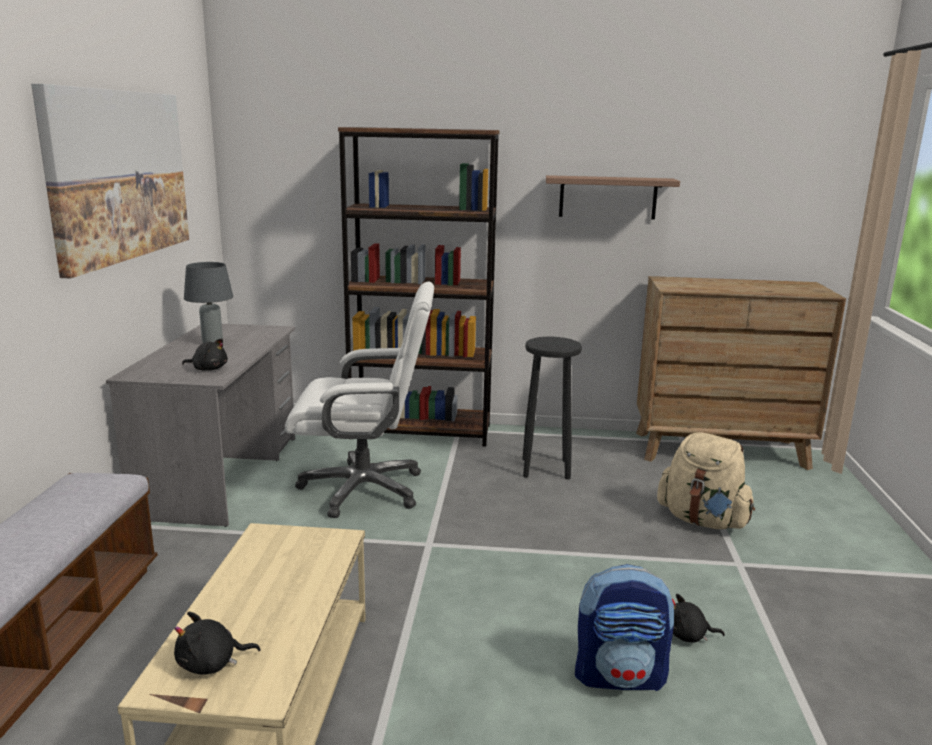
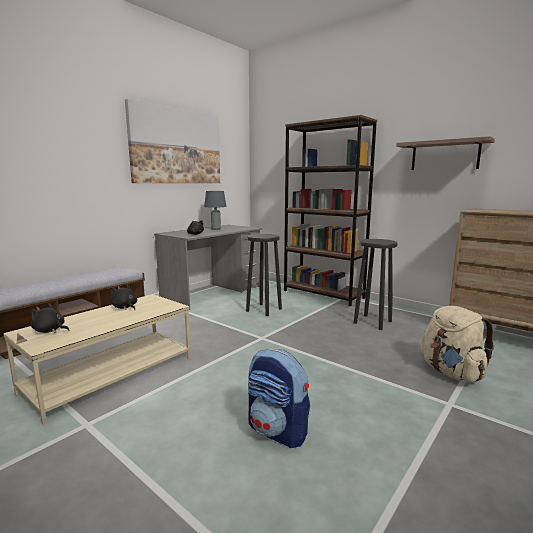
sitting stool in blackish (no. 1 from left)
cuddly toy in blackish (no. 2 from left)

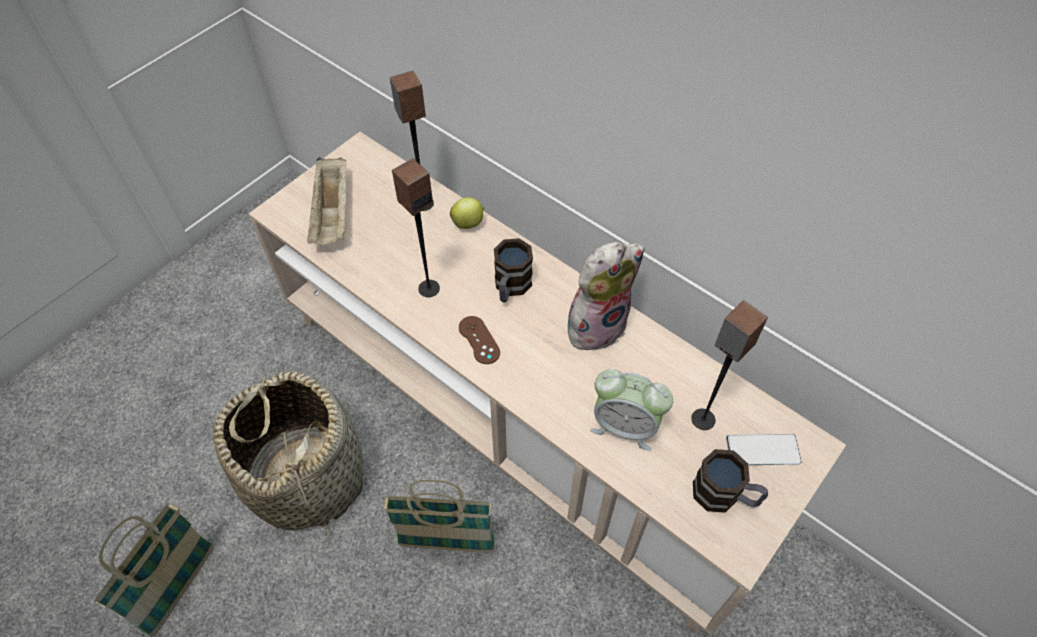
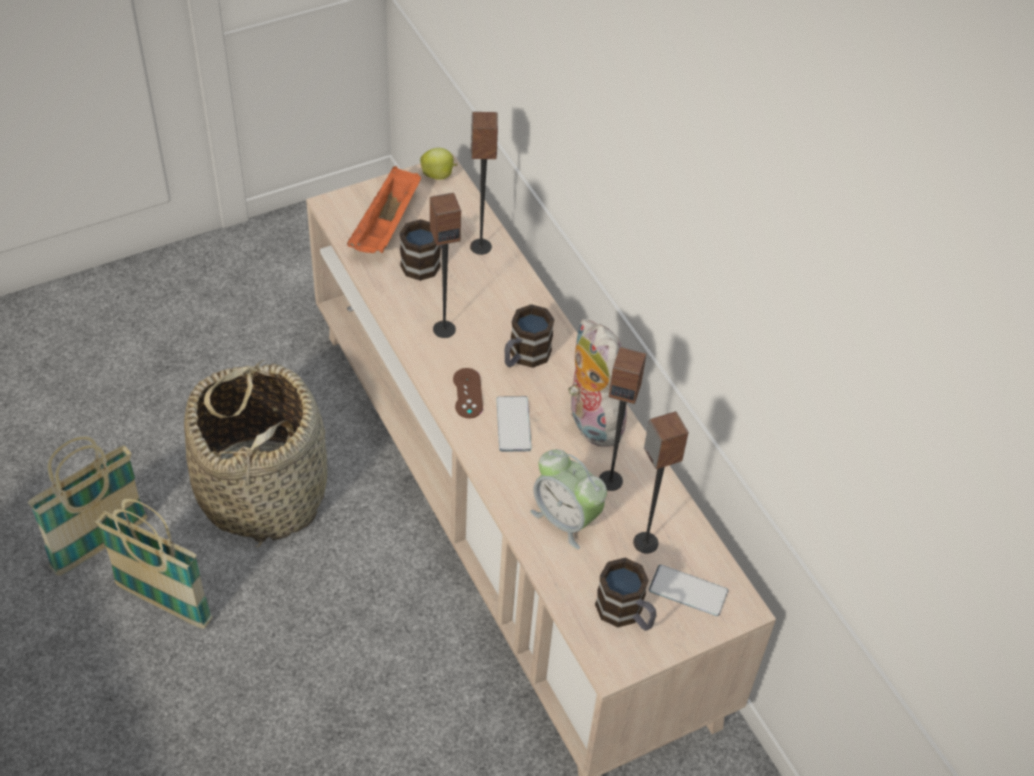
carrying tray in orange-coloured
apple fruit
cuddly toy
basket (no. 2 from left)
coffee mug (no. 1 from left)
audio speaker (no. 3 from left)
handset (no. 1 from left)

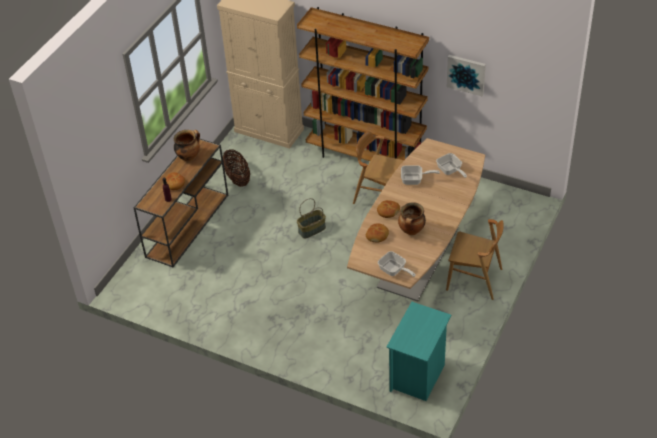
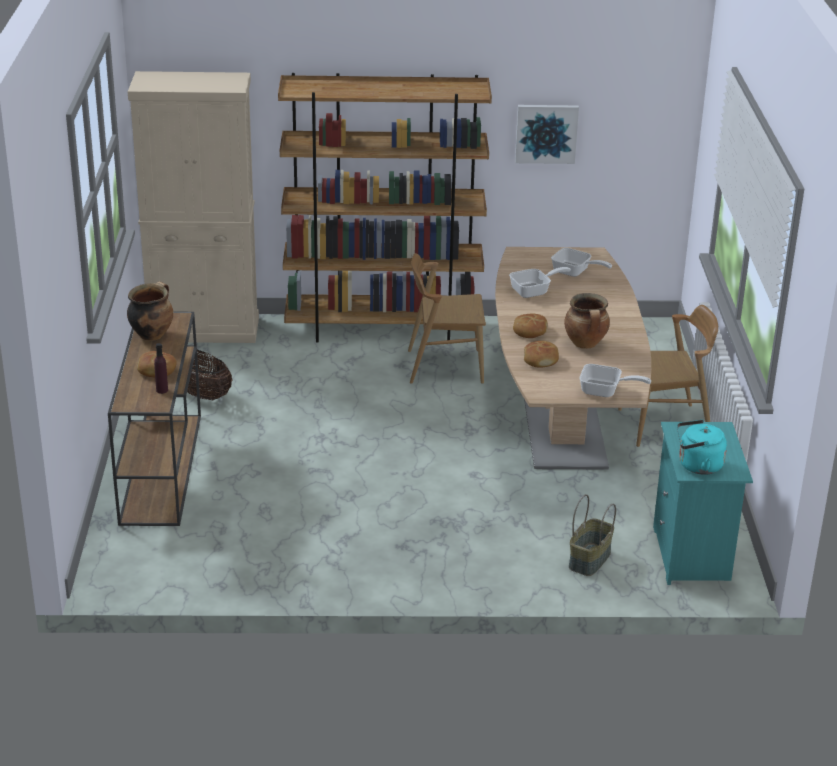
basket (no. 2 from left)
kettle in turquoise-coloured

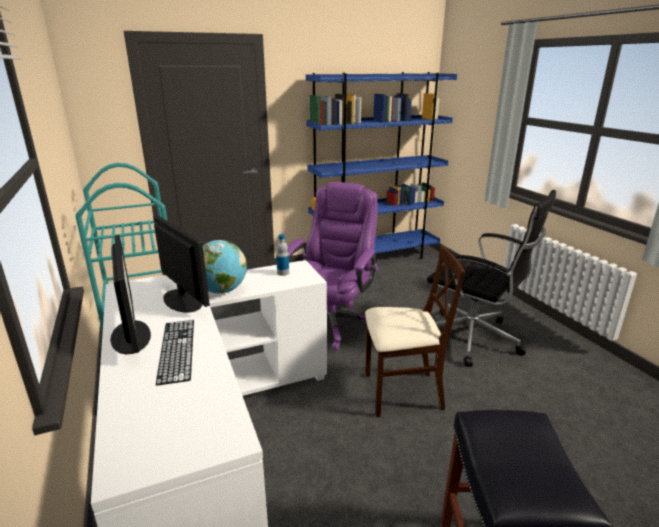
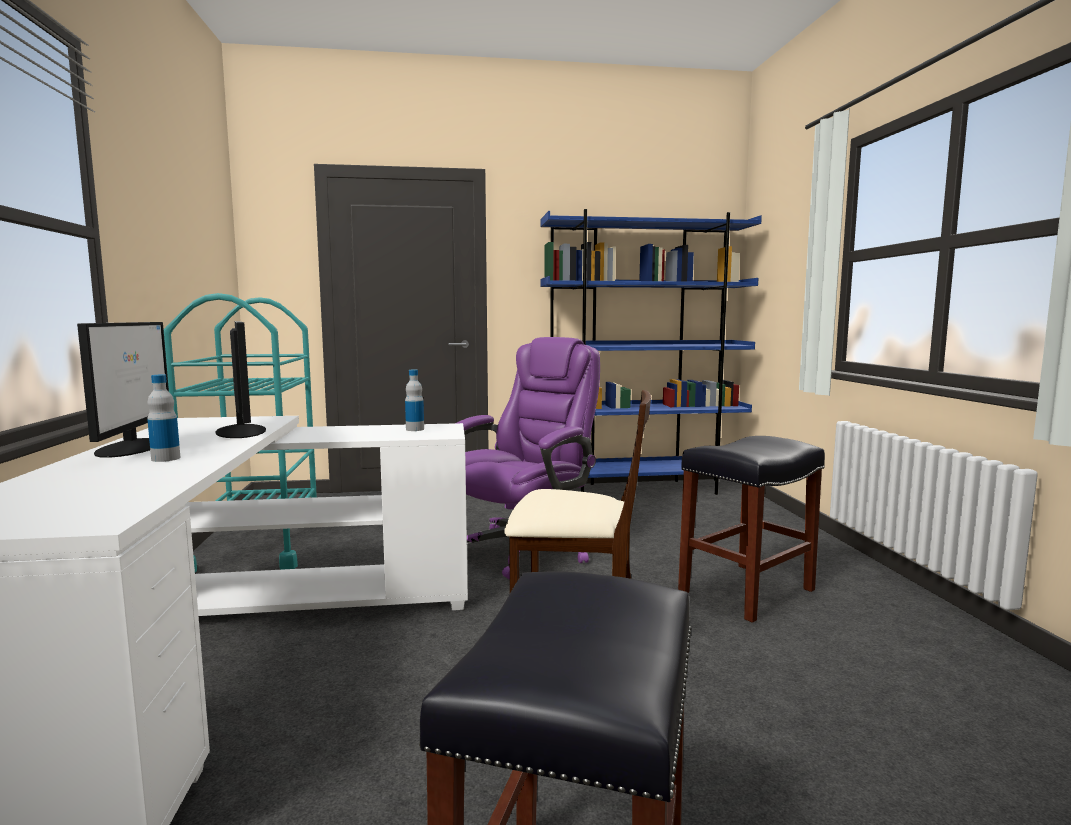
sitting stool in blackish (no. 2 from left)
world globe
beverage bottle (no. 1 from left)

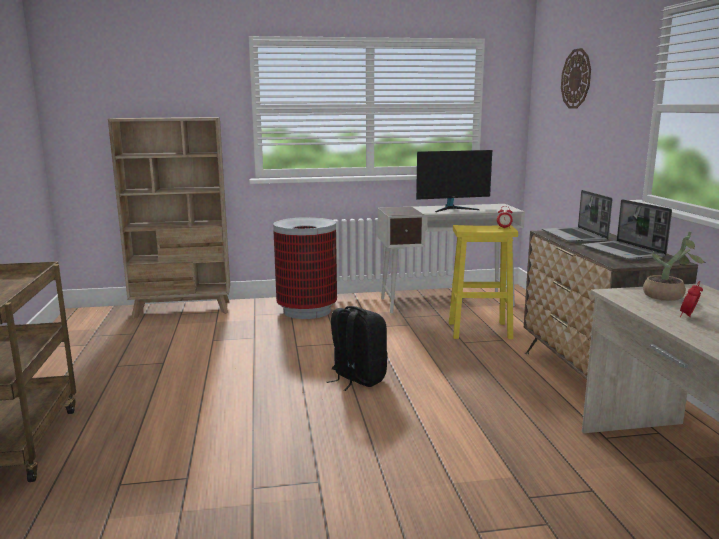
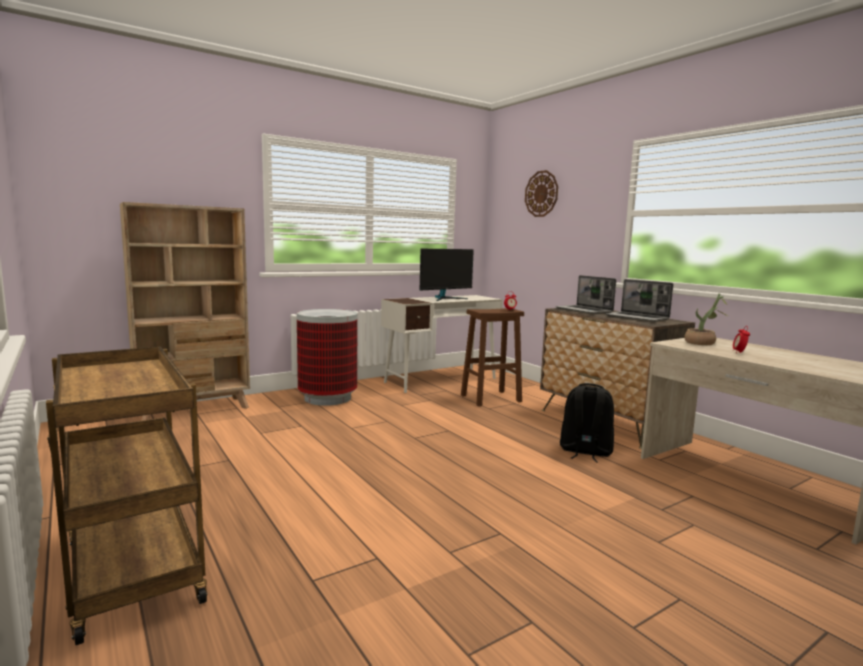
sitting stool in brownish
knapsack in blackish

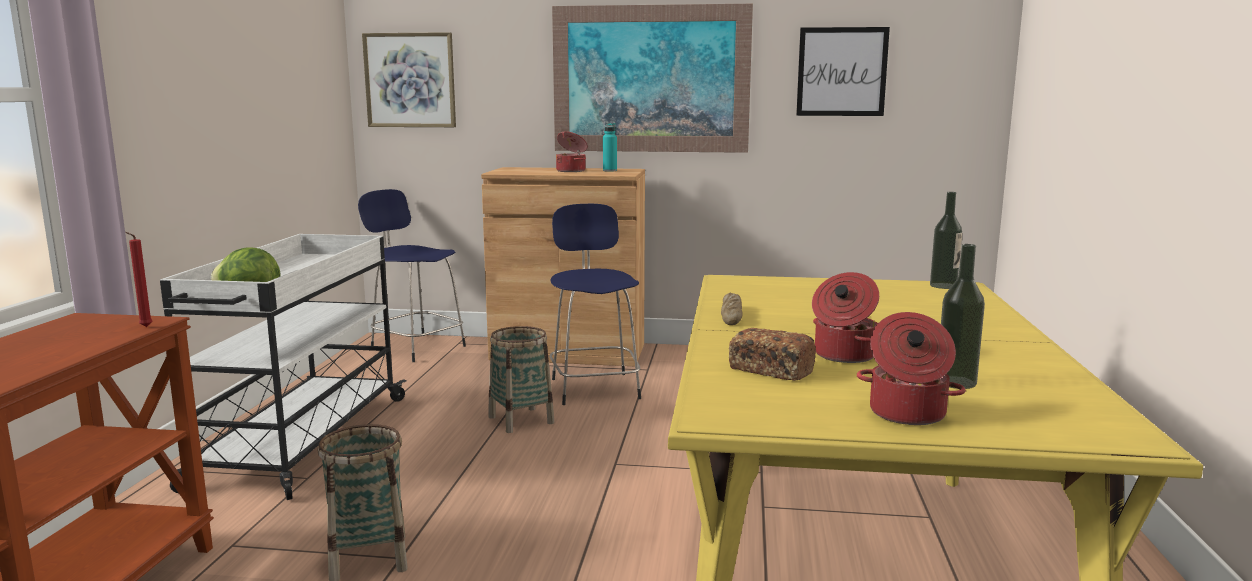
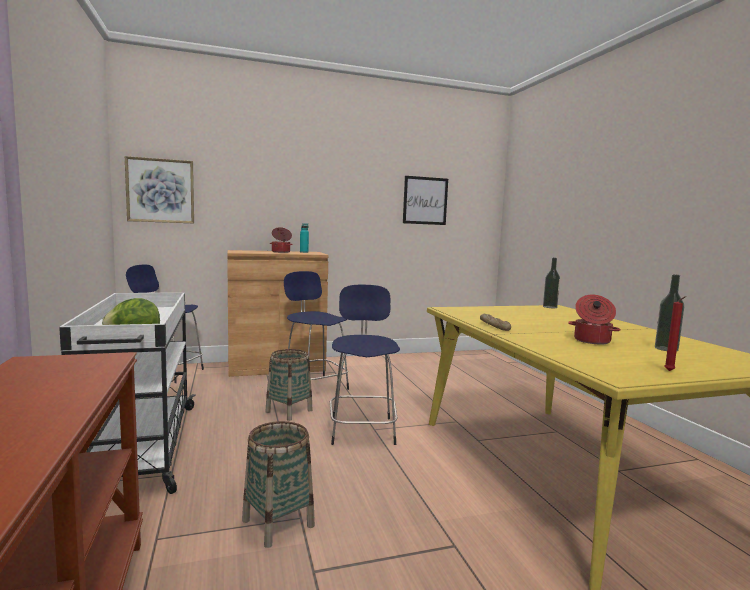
wall picture (no. 2 from left in the first image)
candle in red-coloured
cooking pot (no. 3 from left in the first image)
bread (no. 2 from left in the first image)
sitting stool in blue (no. 3 from left)

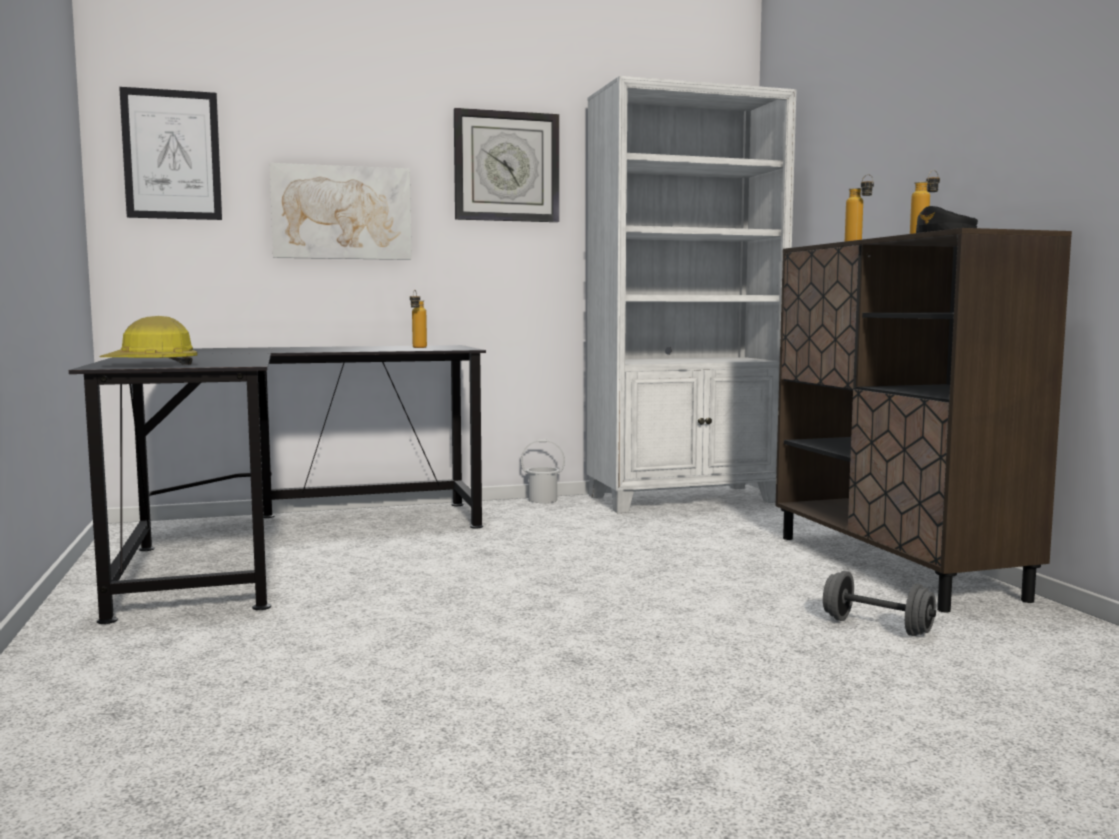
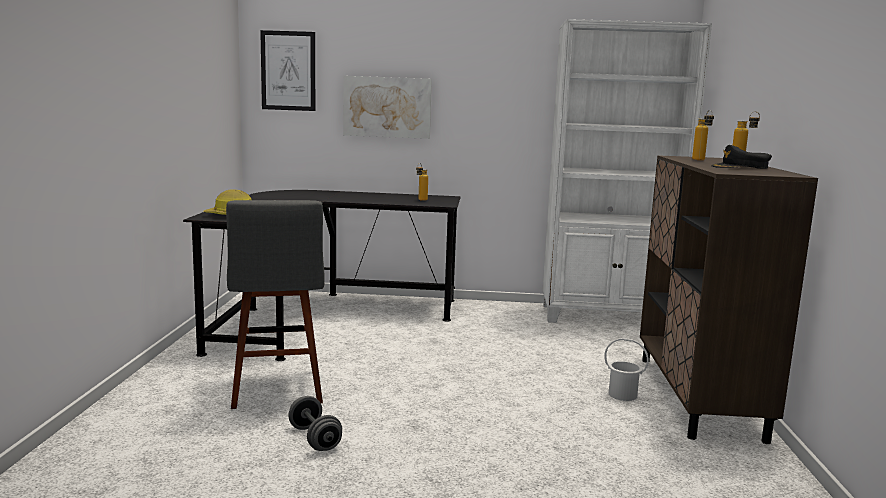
clock on the wall
water bucket in white-coloured
hand weight in grey
sitting stool in grey

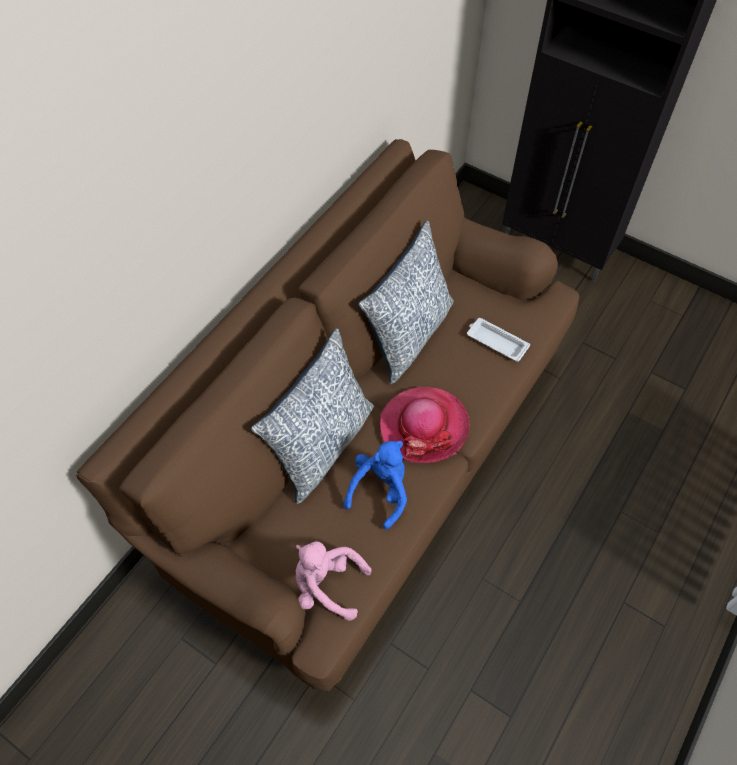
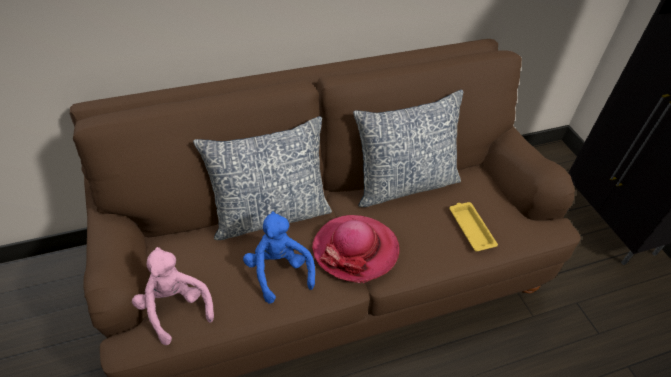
carrying tray in yellow
cuddly toy in blue

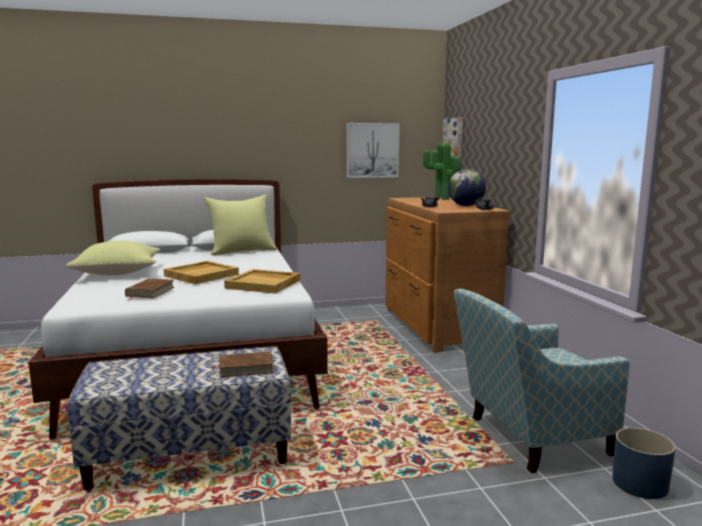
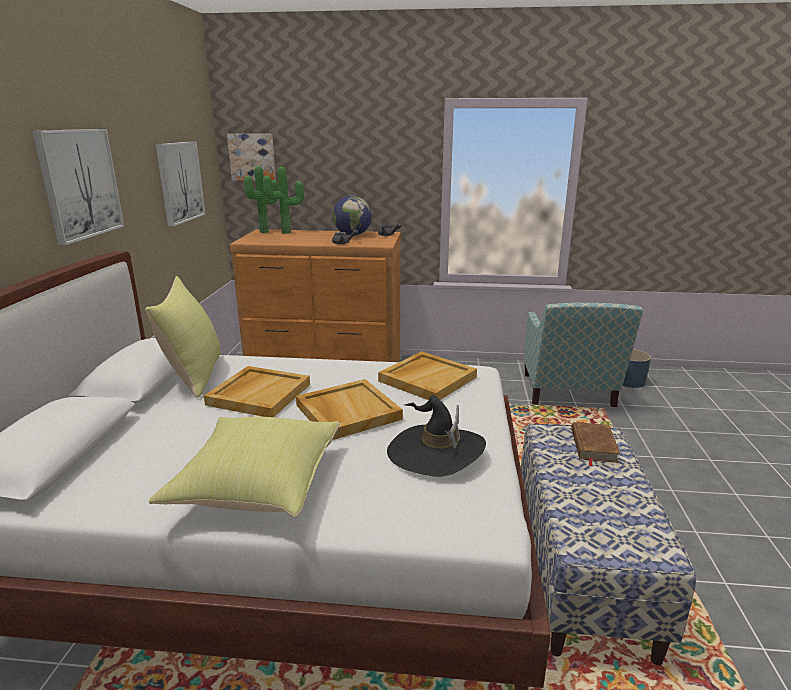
wearable hat in blackish
wall picture (no. 1 from left)
carrying tray in beige-coloured (no. 1 from left)

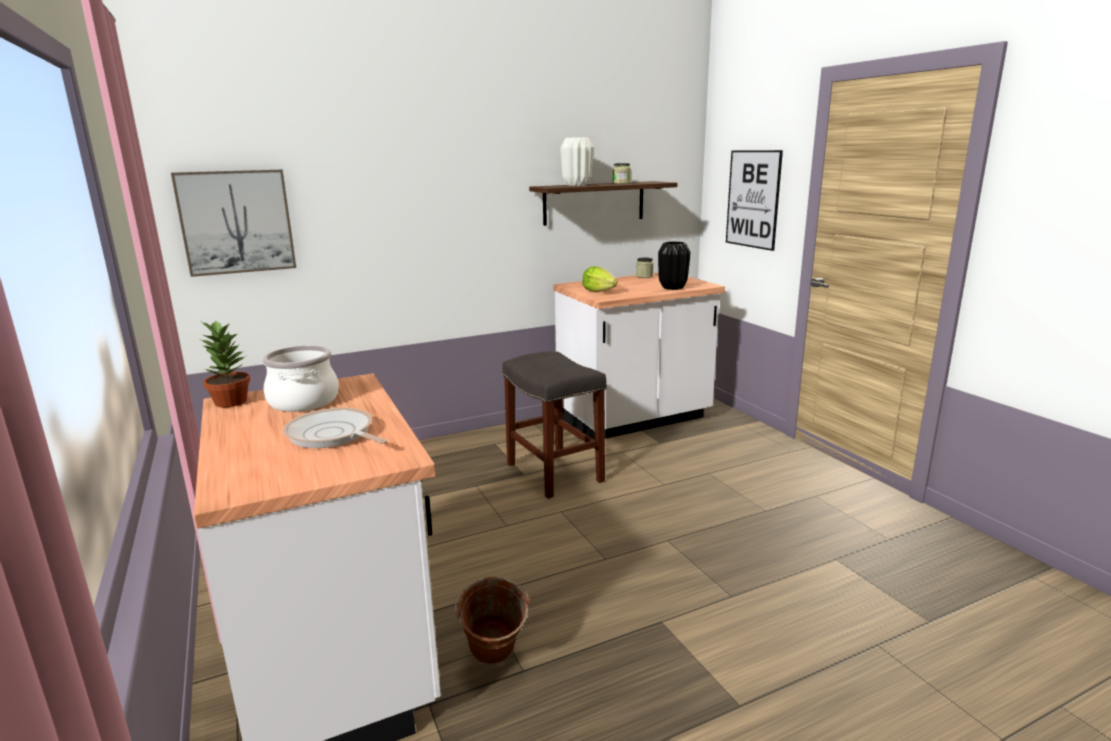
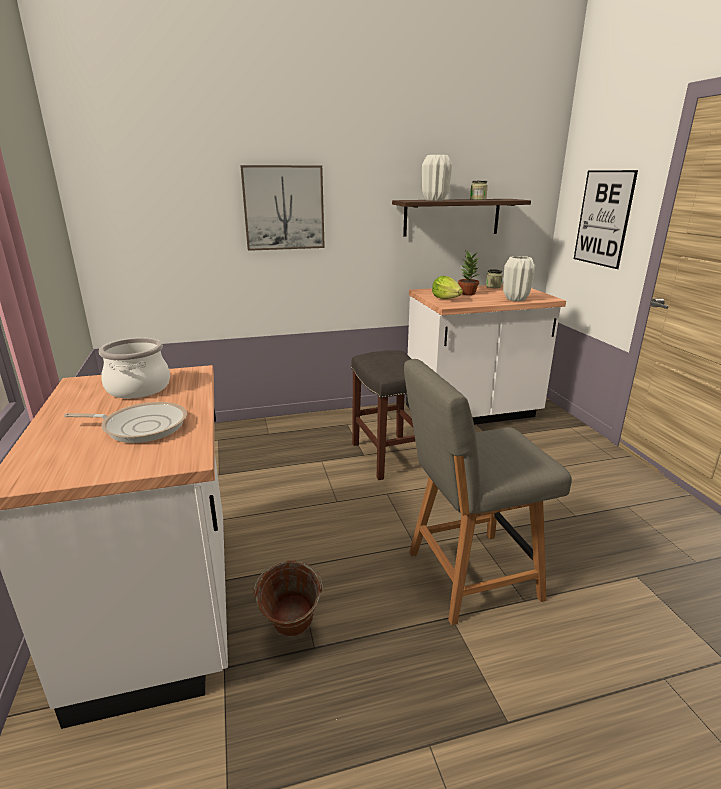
wall picture (no. 1 from left)
vase in white-coloured (no. 2 from left)
houseplant
frying pan
chair in grey

